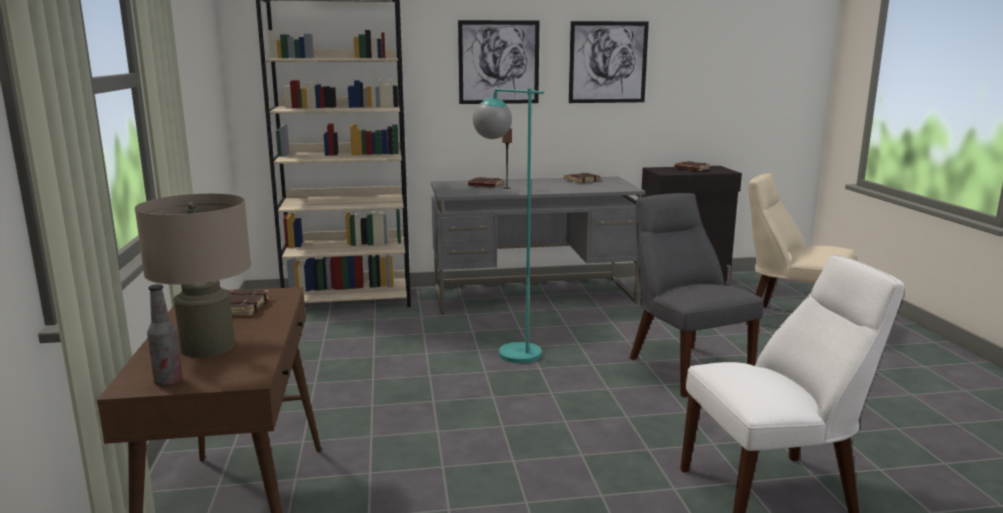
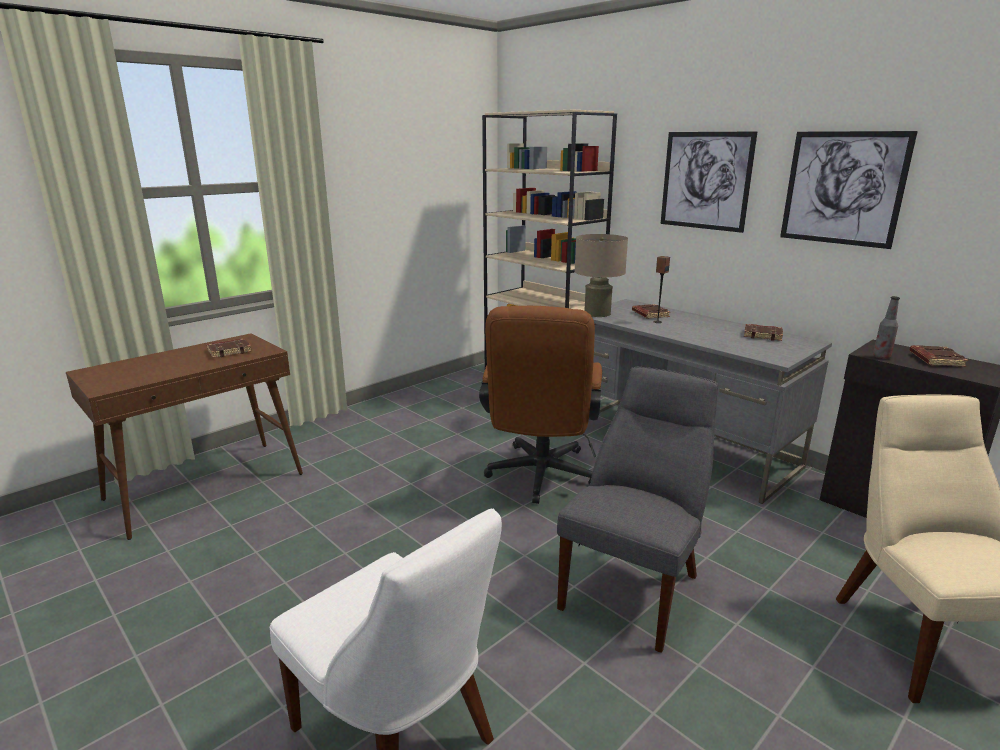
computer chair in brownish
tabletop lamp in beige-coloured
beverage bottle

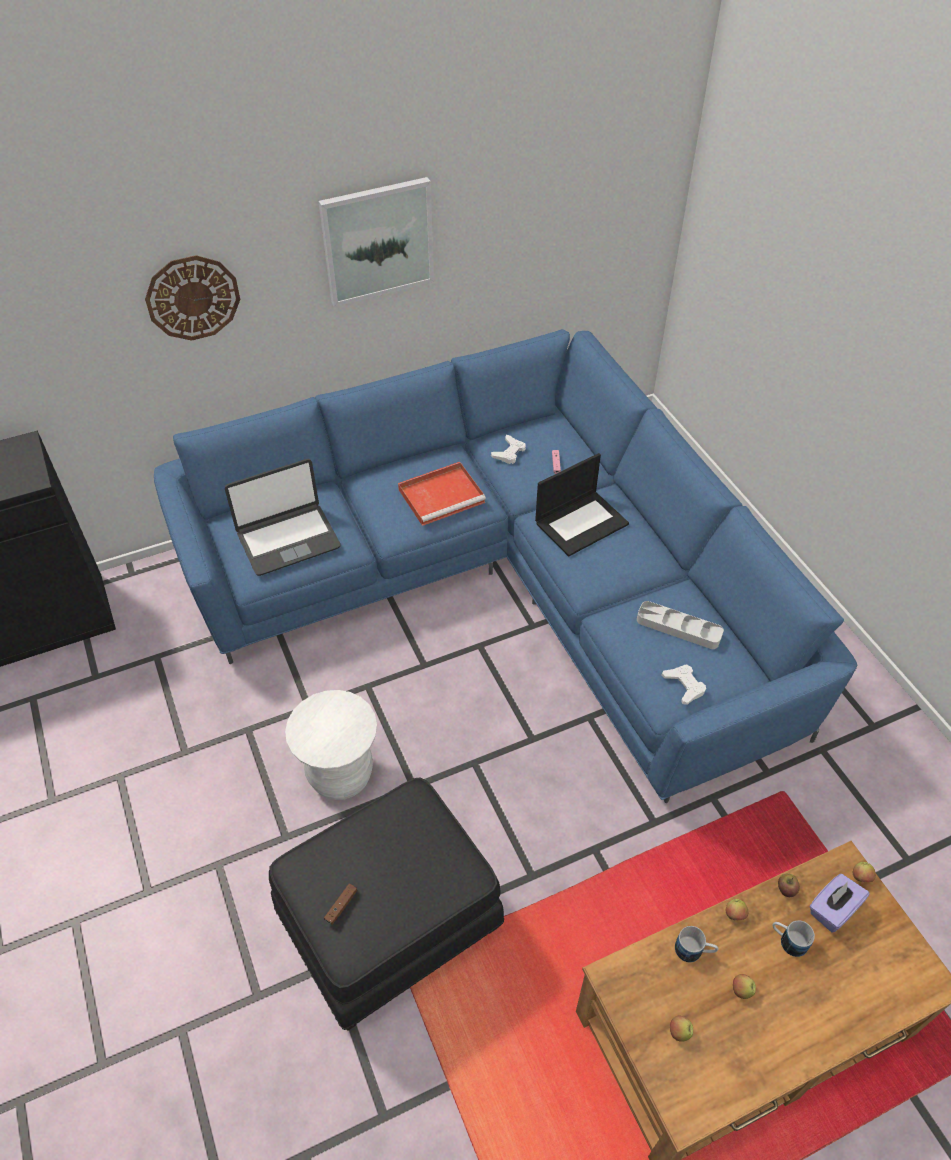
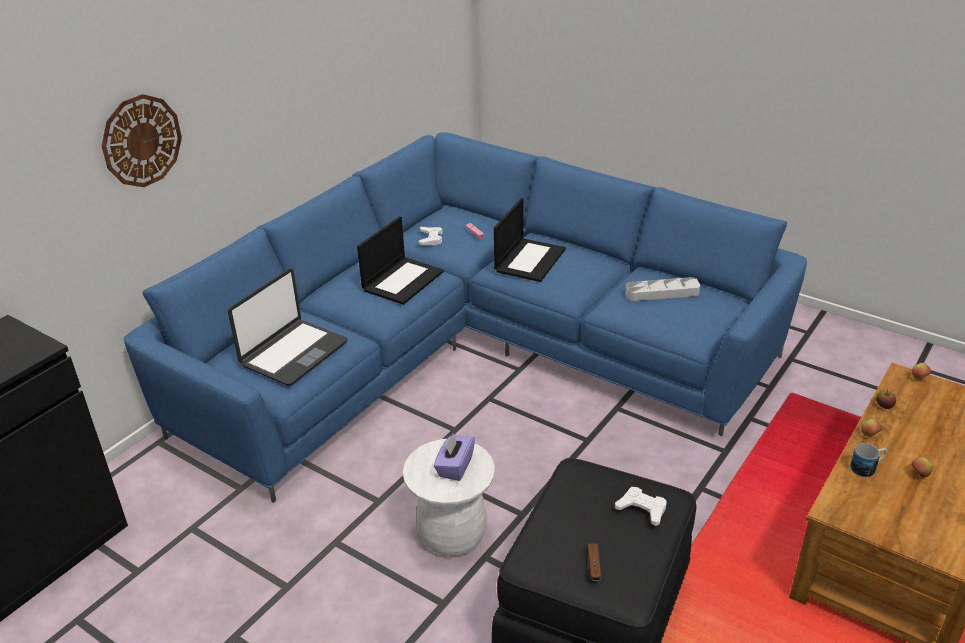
wall picture
laptop (no. 2 from left)
joypad in white-coloured (no. 2 from left)
tissue holder in purple
coffee mug (no. 2 from left in the first image)
apple fruit (no. 1 from left in the first image)

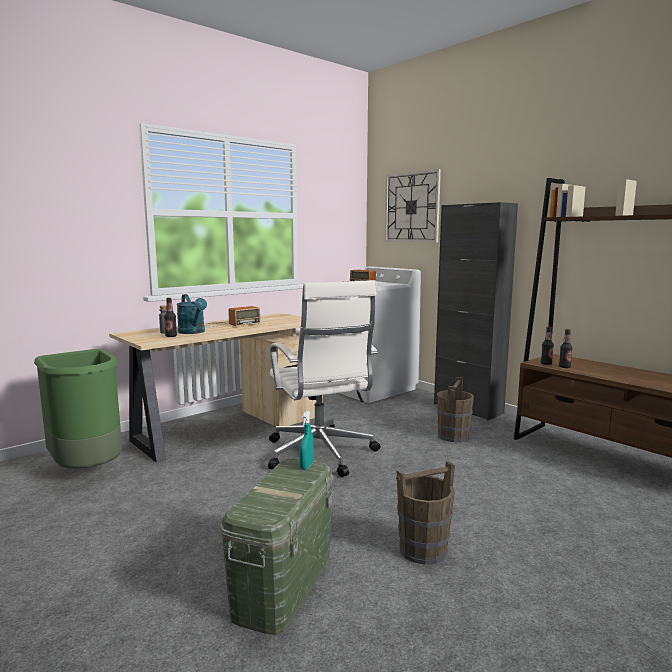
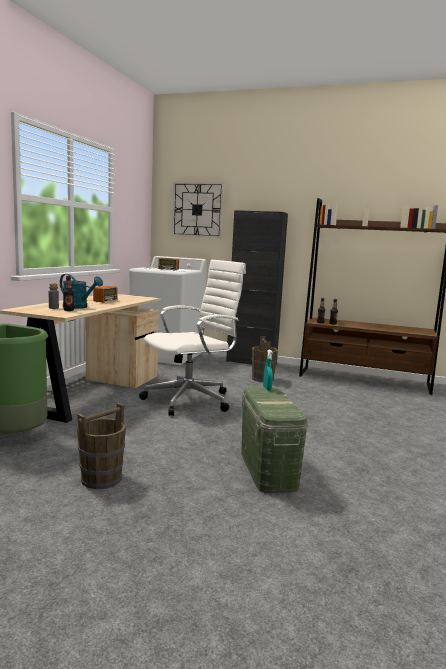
computer chair in white-coloured
water bucket in brownish (no. 1 from left)

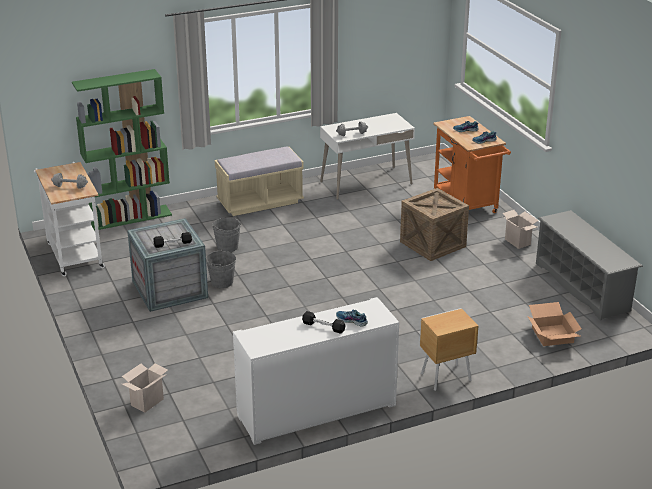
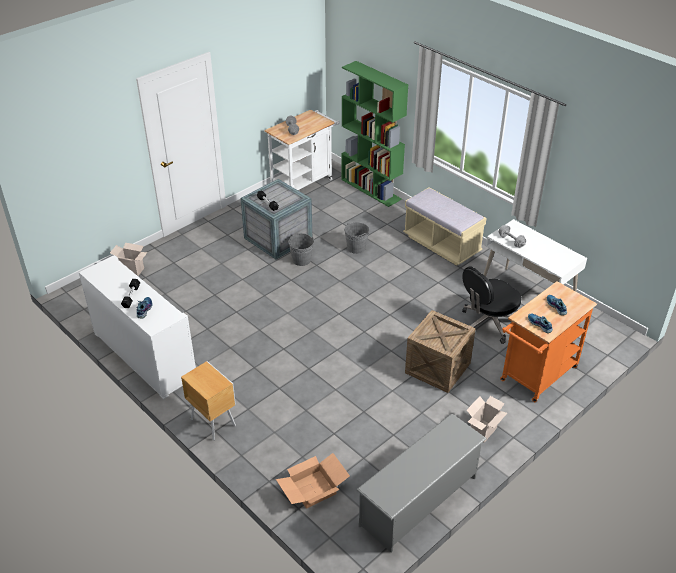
computer chair in blackish

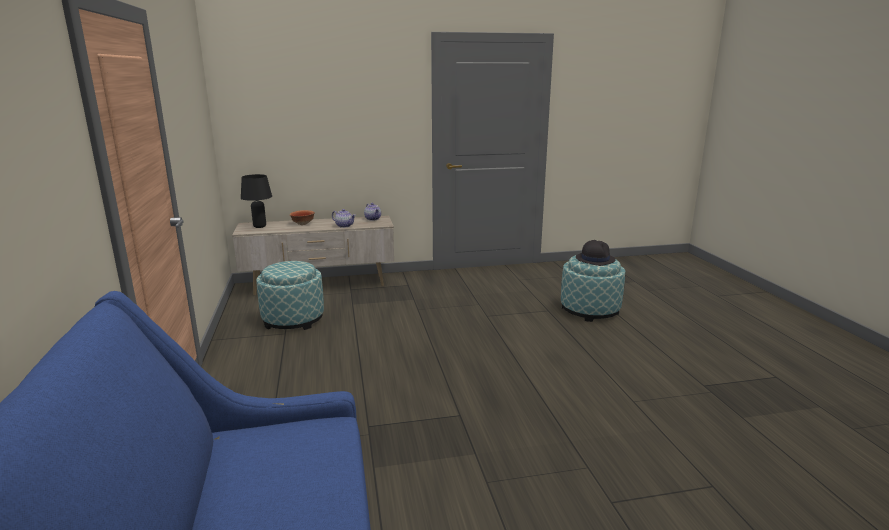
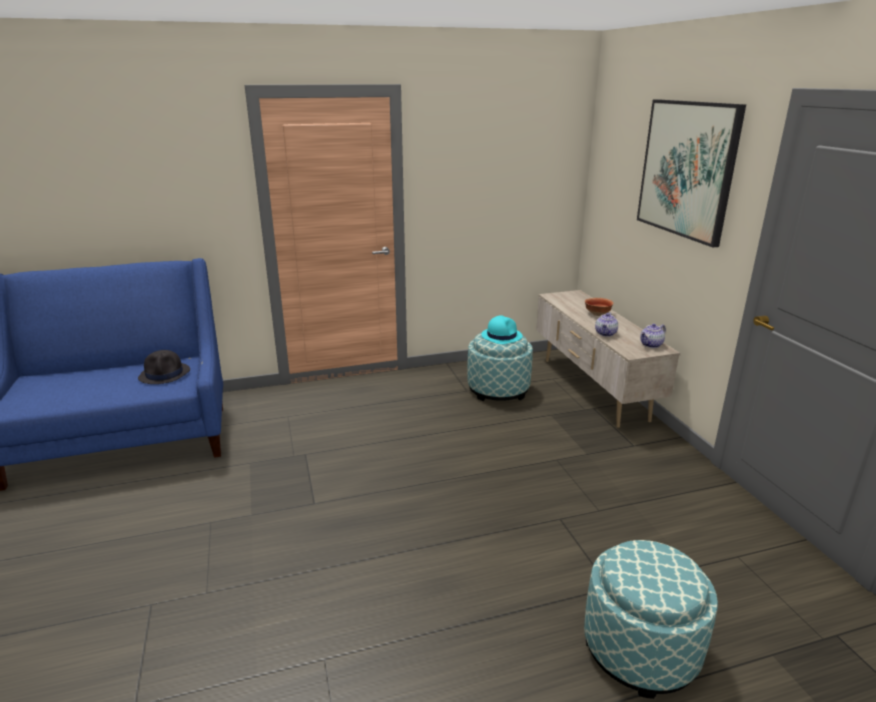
tabletop lamp in blackish
wearable hat in blackish
wall picture
wearable hat in turquoise-coloured

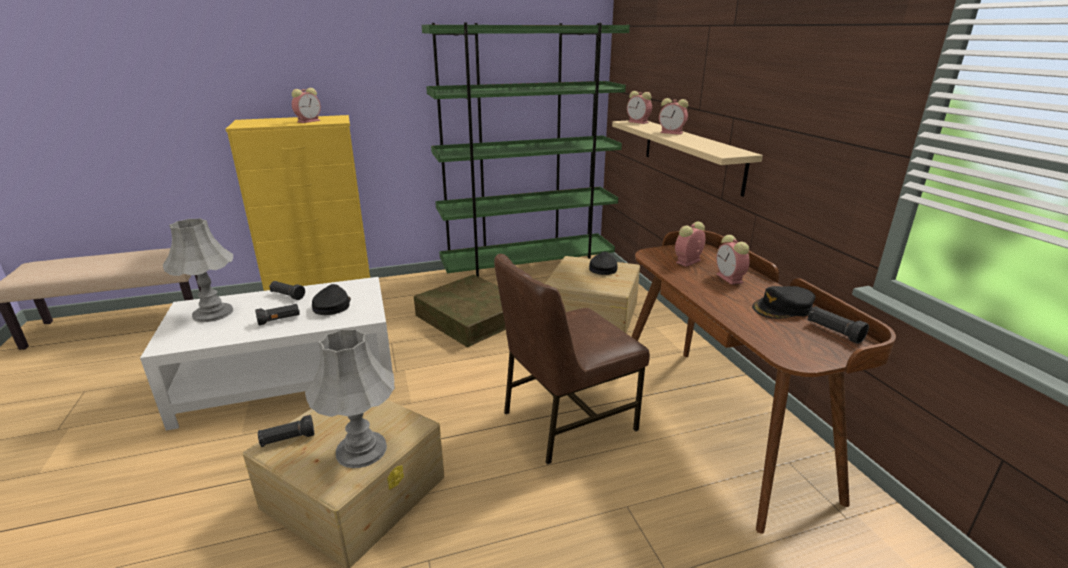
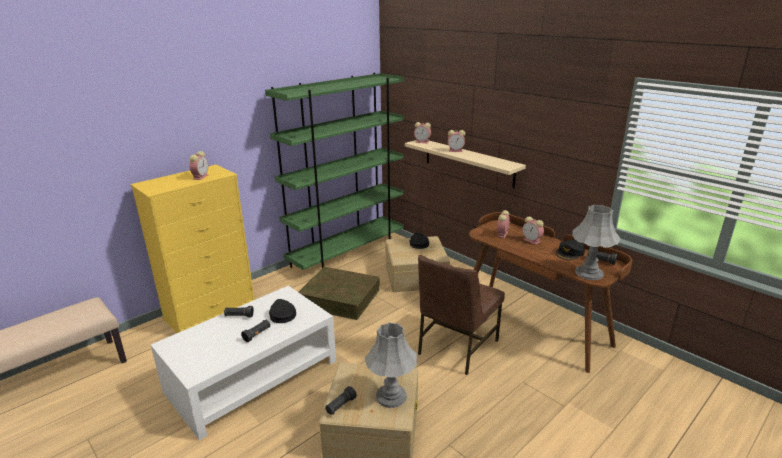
tabletop lamp in grey (no. 2 from left)

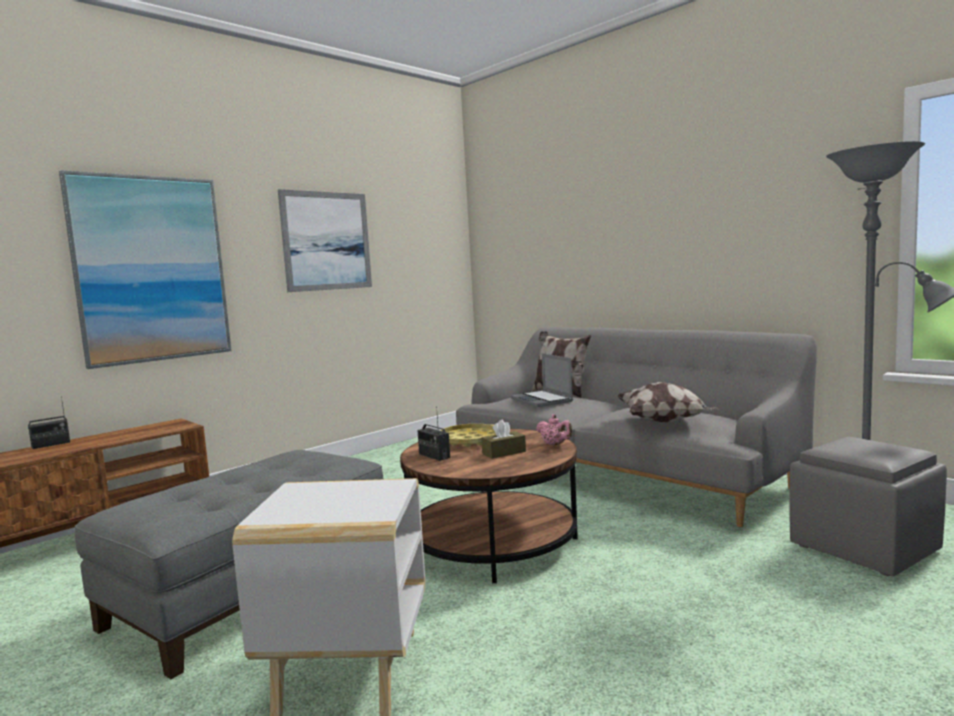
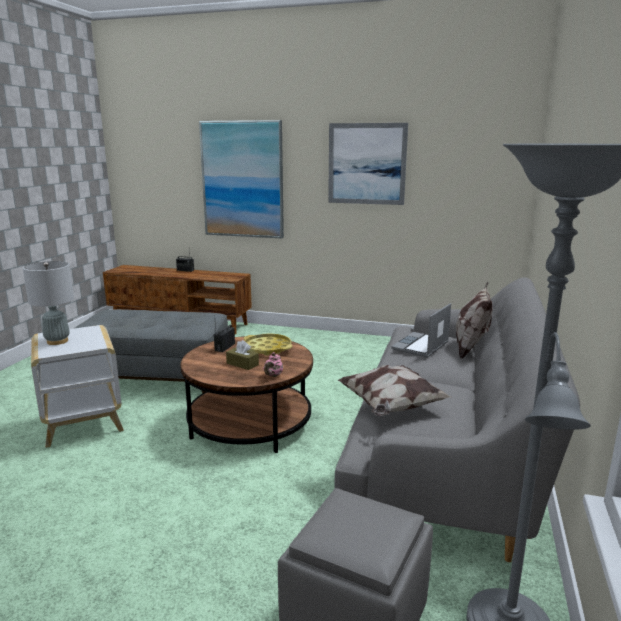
tabletop lamp in grey

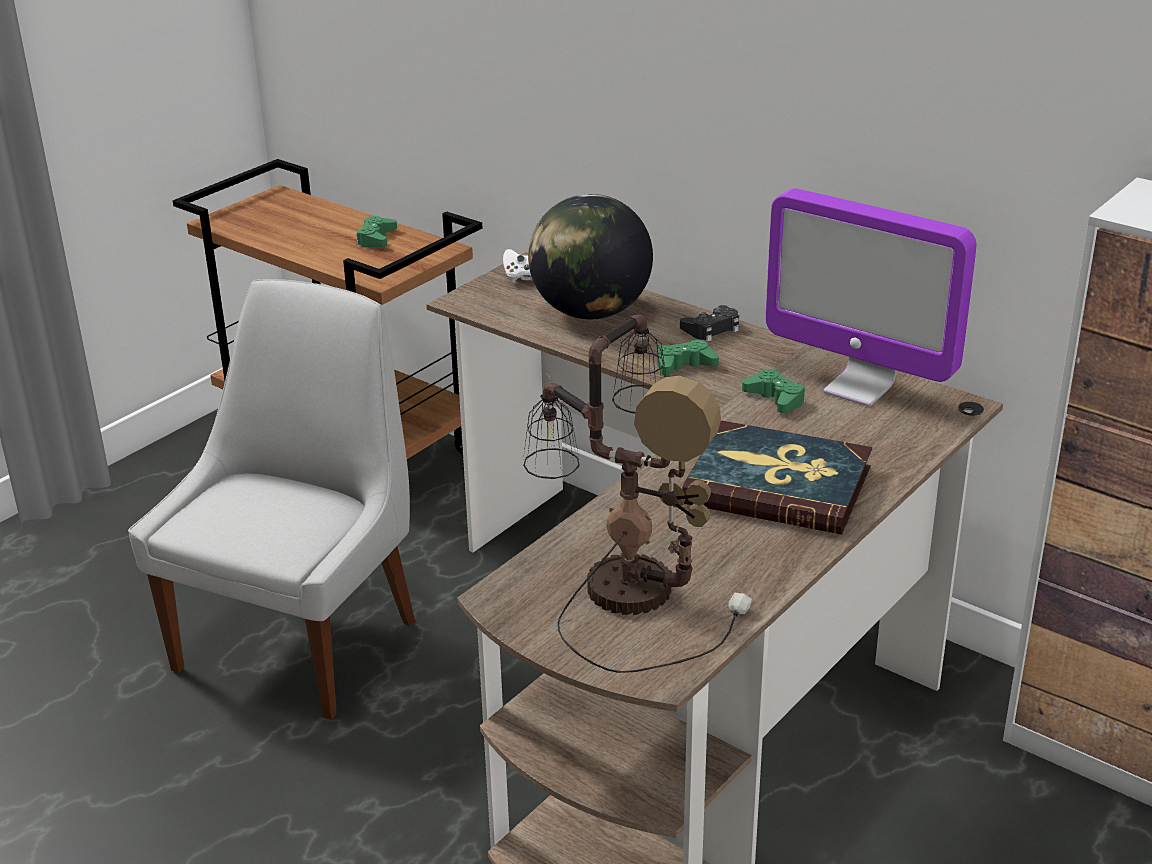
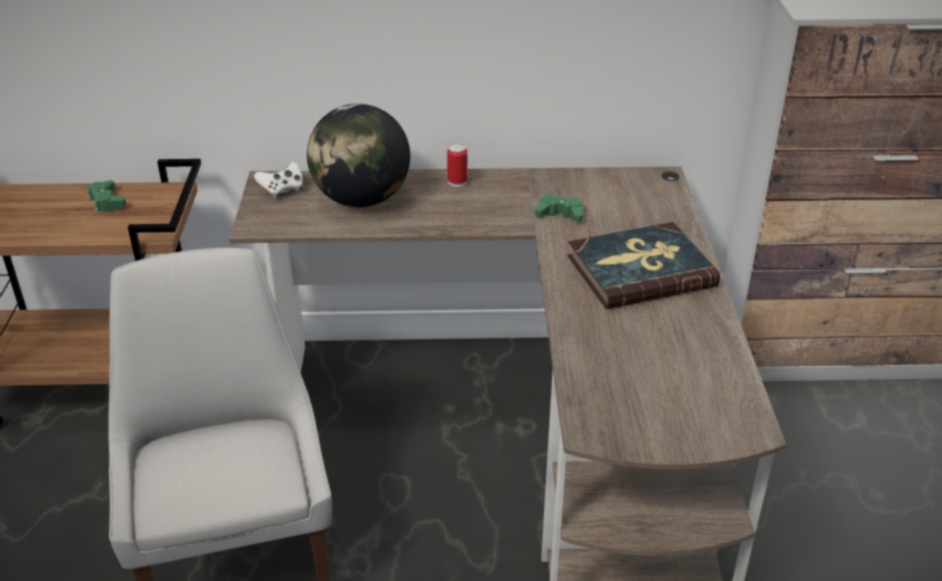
monitor
sealed can
tabletop lamp
joypad in greenish (no. 2 from left in the first image)

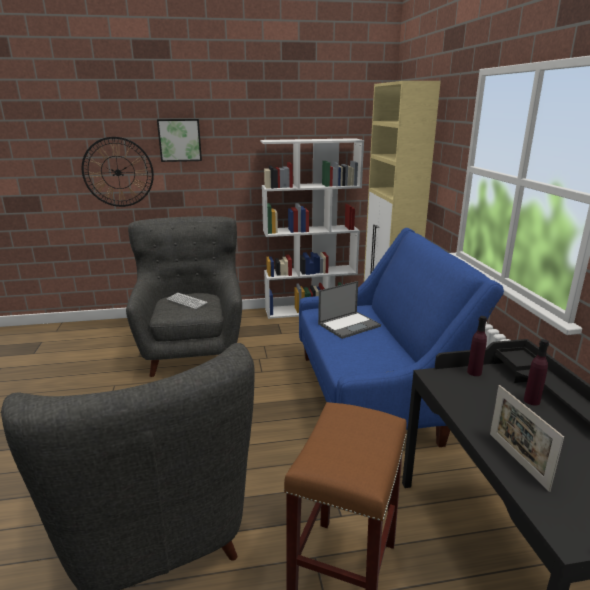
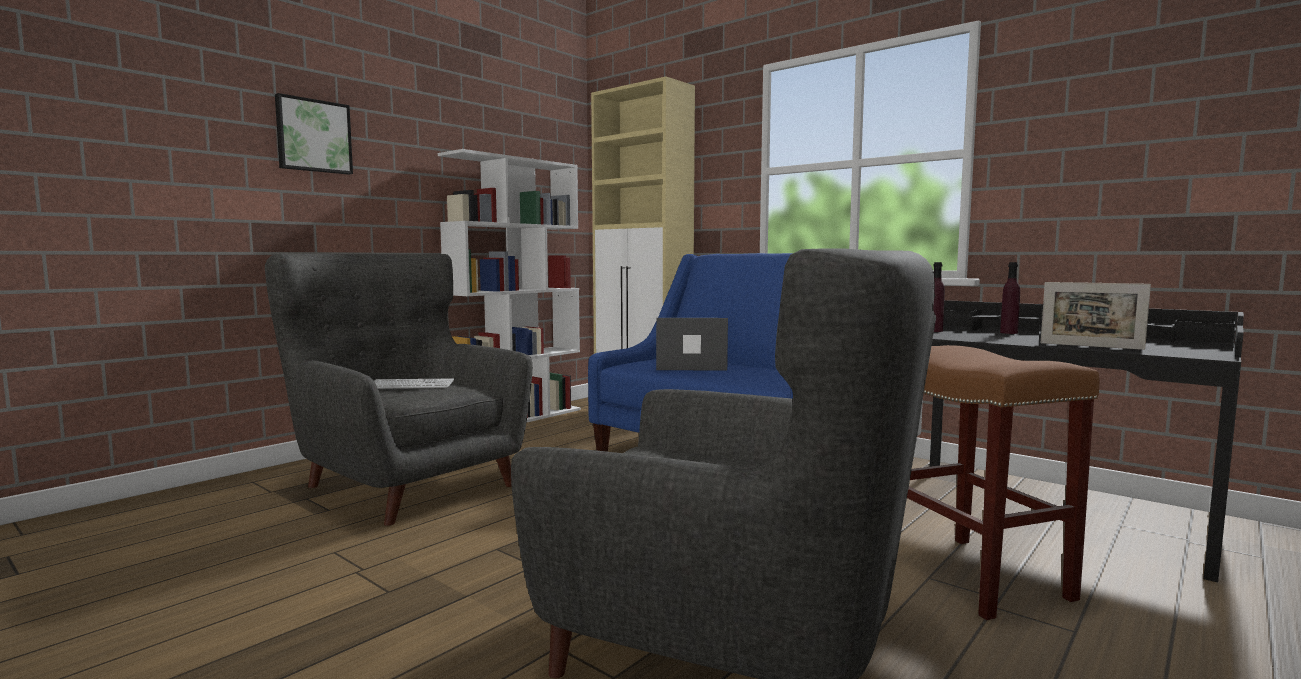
clock on the wall
laptop

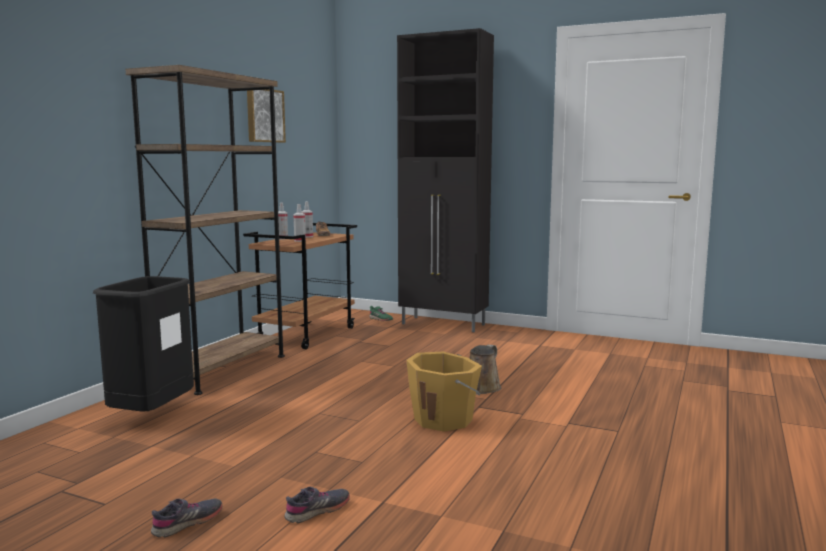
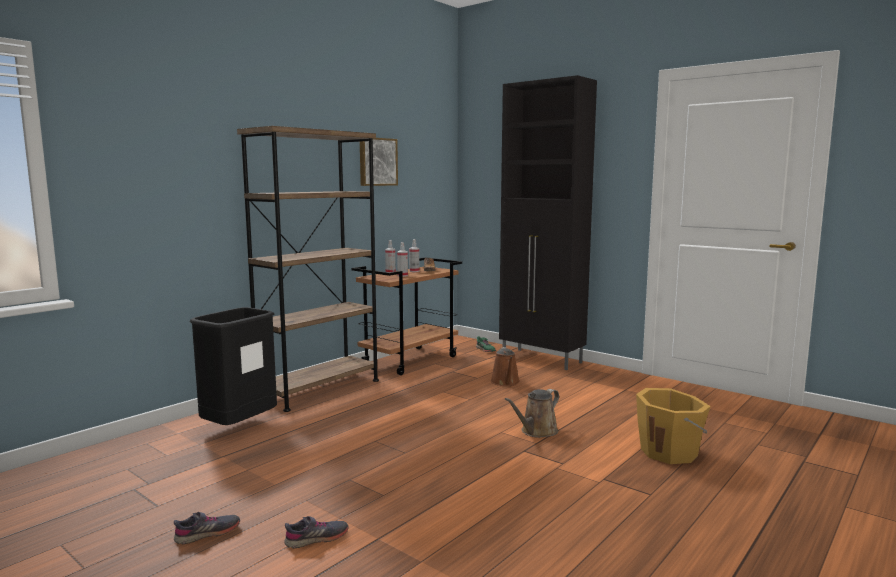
water bucket in orange-coloured
sprinkling can in brownish (no. 1 from left)

